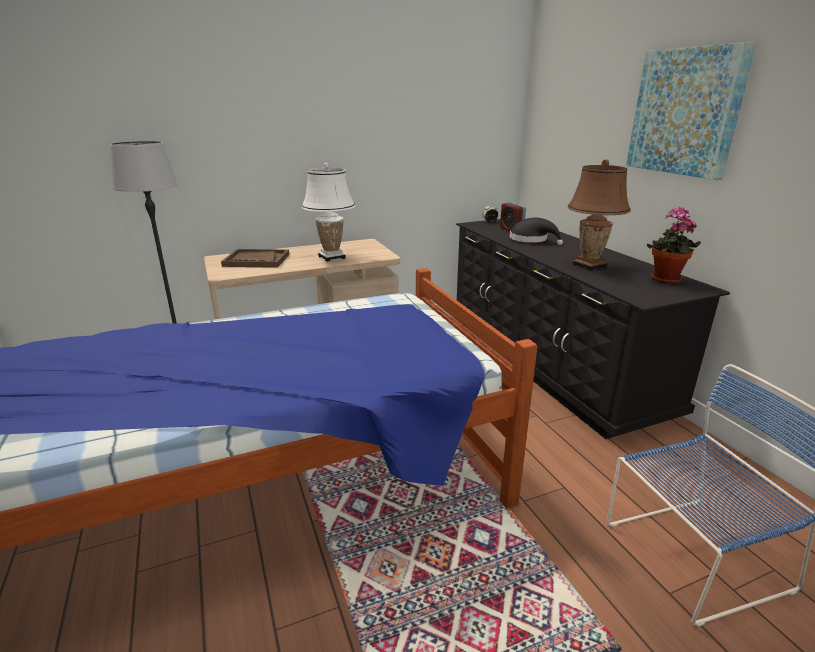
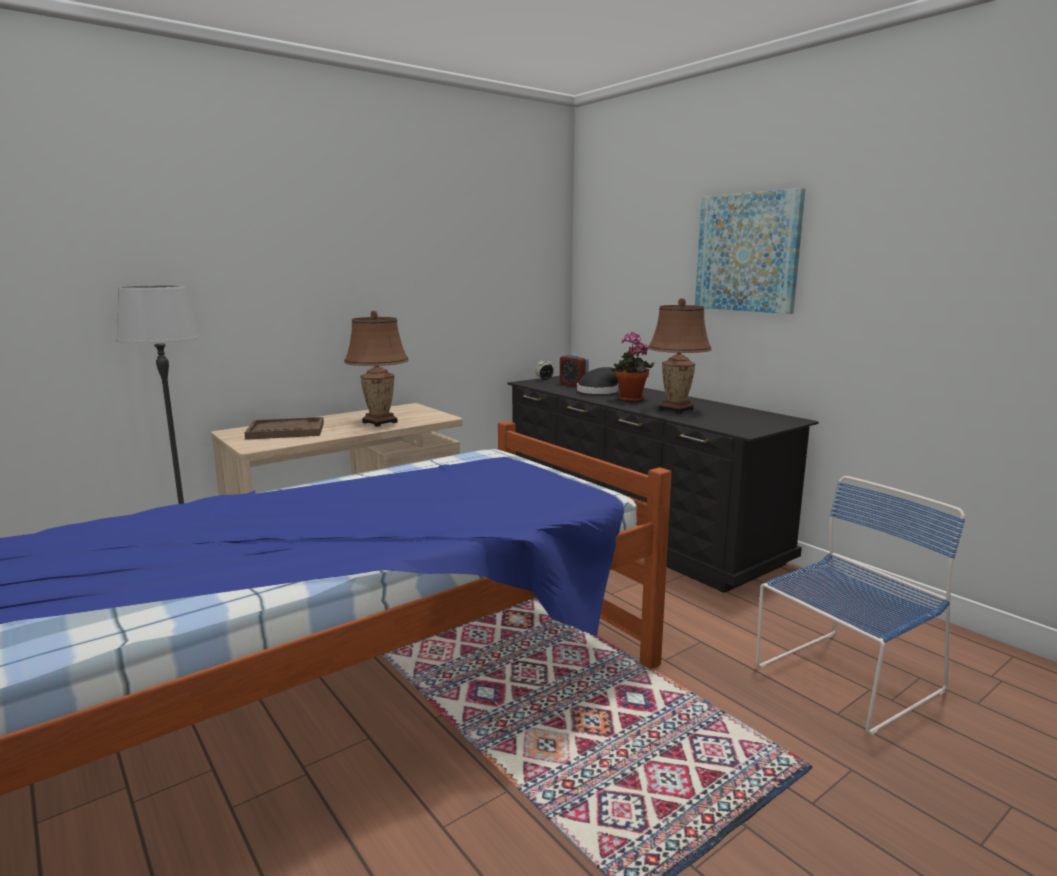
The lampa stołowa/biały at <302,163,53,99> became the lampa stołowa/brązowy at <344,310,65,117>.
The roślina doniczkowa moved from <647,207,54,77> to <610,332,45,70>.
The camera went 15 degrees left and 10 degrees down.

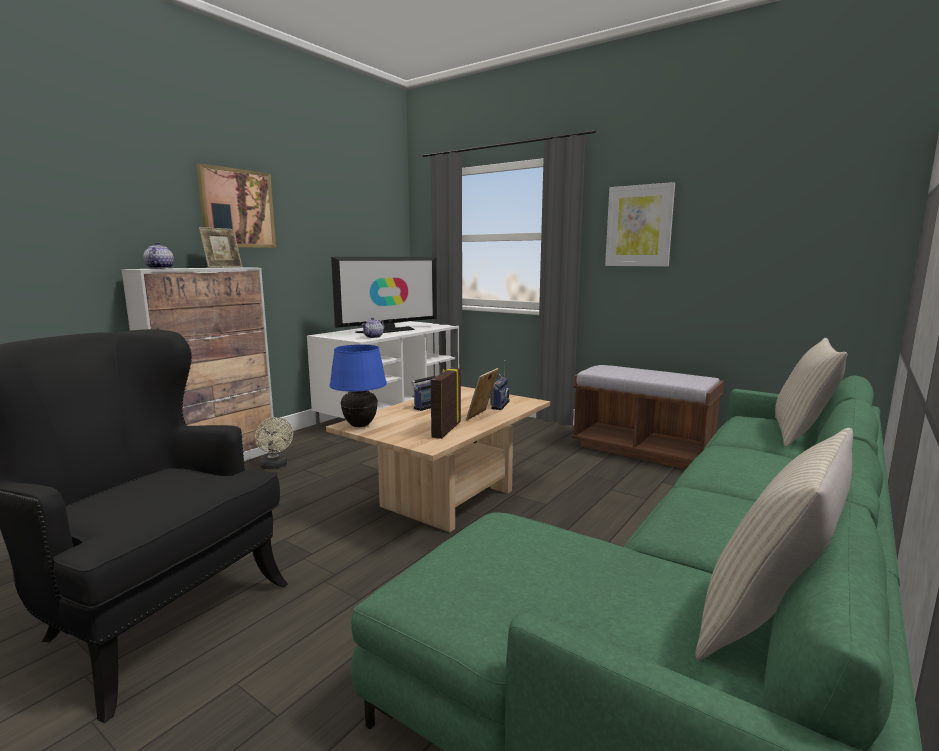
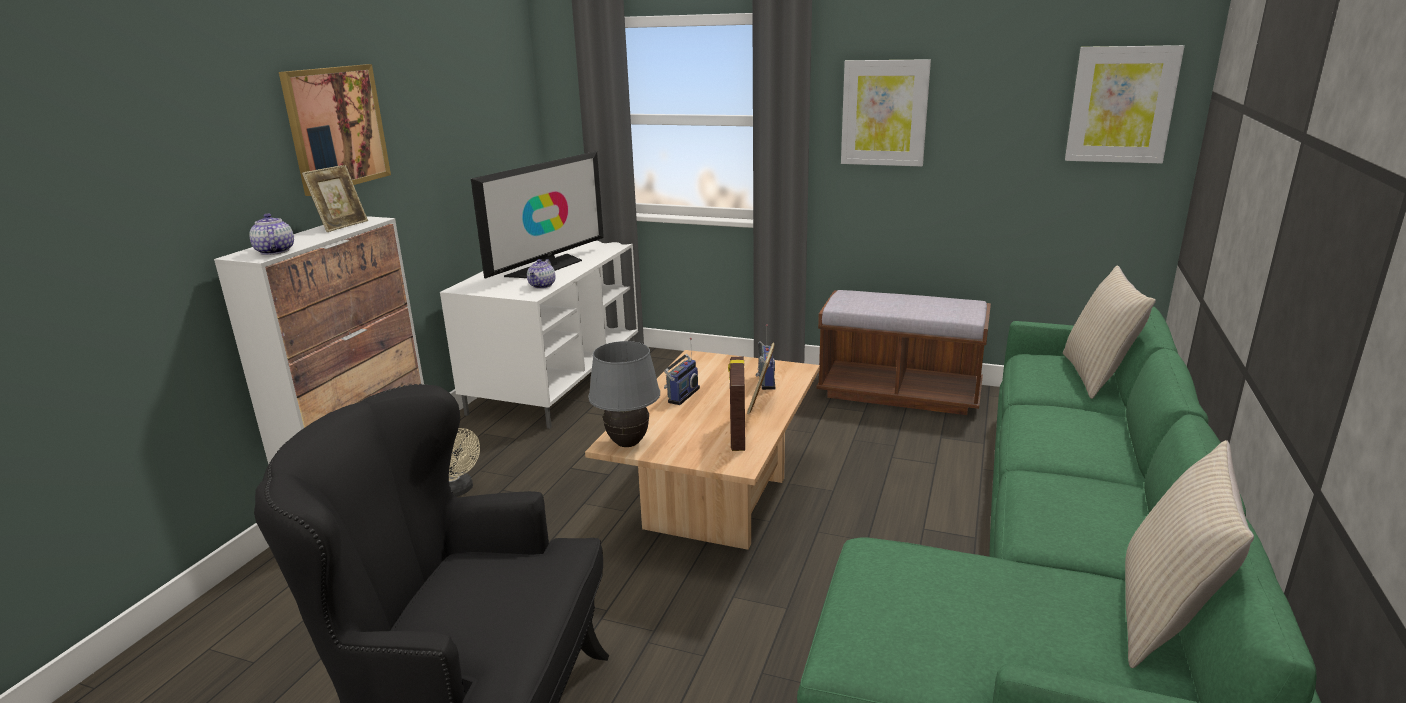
The lampa stołowa/niebieski at <329,345,58,82> became the lampa stołowa/szary at <588,341,72,106>.
The obraz at <1065,45,119,118> appeared.
The camera went 15 degrees left and 10 degrees up.

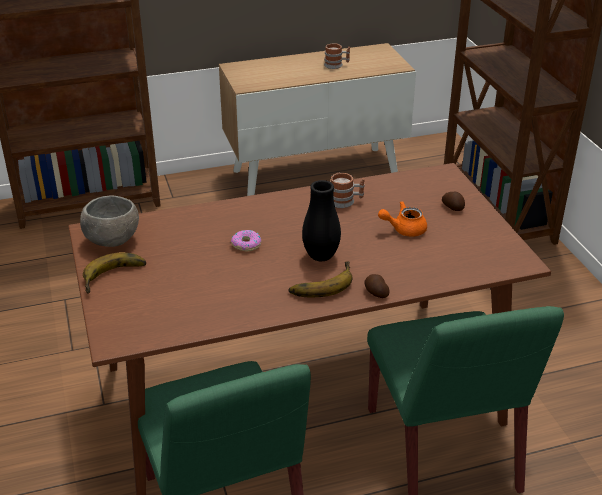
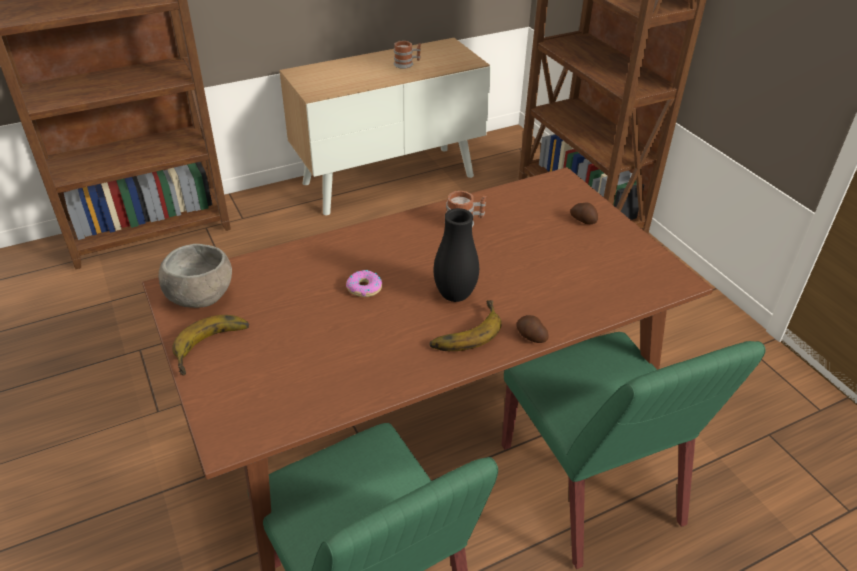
The imbryk/pomarańczowy at <378,201,49,36> disappeared.
The camera went 10 degrees left and 5 degrees up.

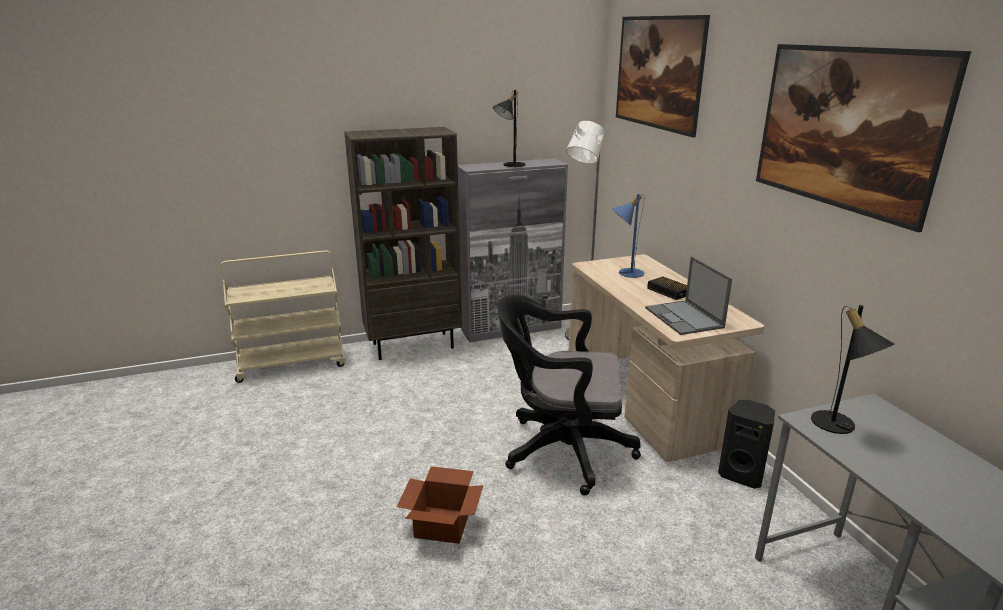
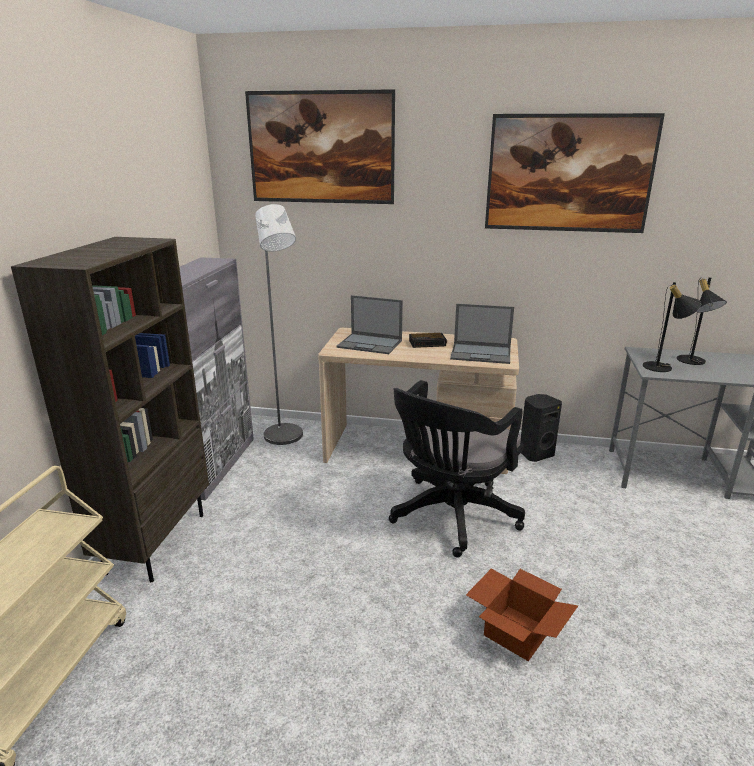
The lampa stołowa/niebieski at <612,194,32,84> was replaced by the laptop at <336,295,67,59>.
The lampa stołowa/czarny moved from <493,90,33,77> to <677,277,50,88>.
The camera went 60 degrees left and 0 degrees up.

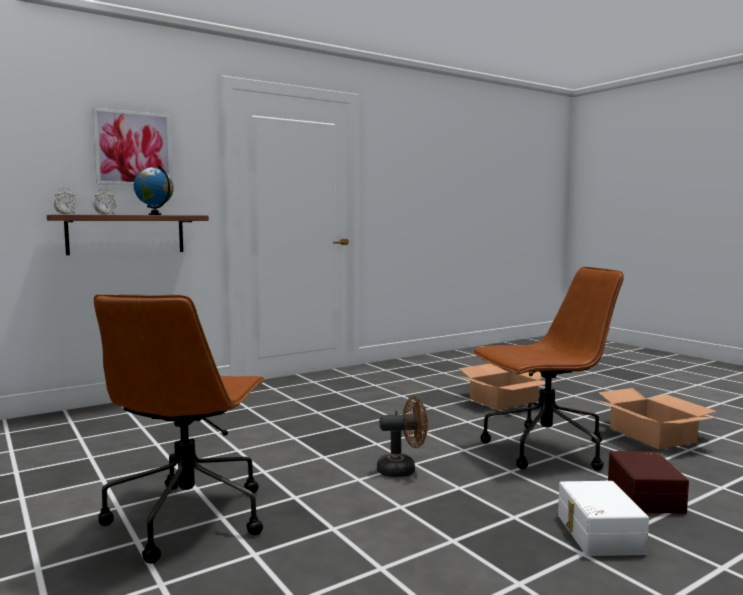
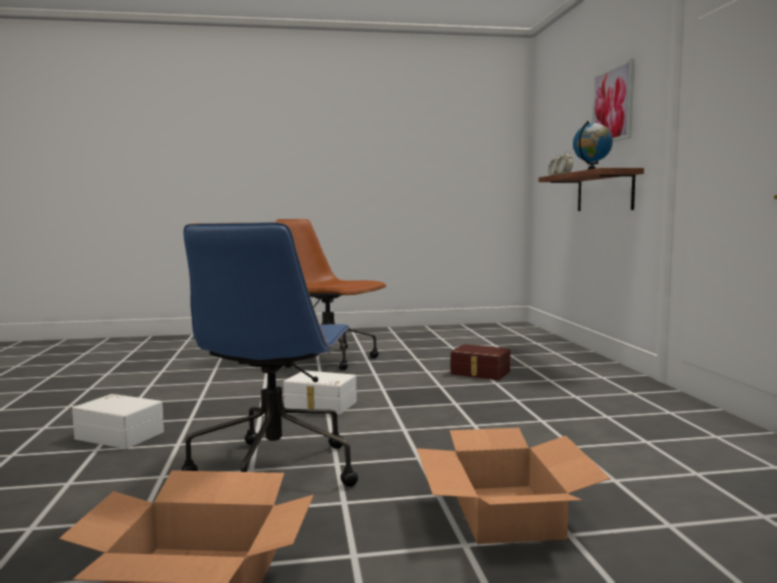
The krzesło biurowe/brązowy at <472,267,152,204> became the krzesło biurowe/niebieski at <182,222,176,265>.
The wentylator/brązowy at <377,396,51,81> was replaced by the pojemnik do przechowywania/biały at <284,370,73,45>.
The pojemnik do przechowywania/brązowy moved from <608,451,81,63> to <451,344,59,36>.
The camera went 115 degrees right and 0 degrees up.

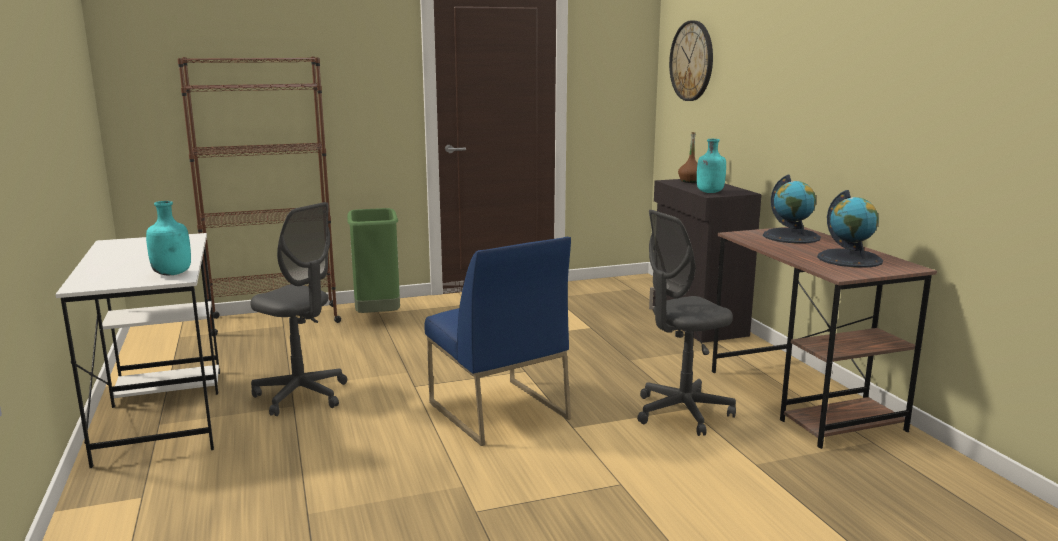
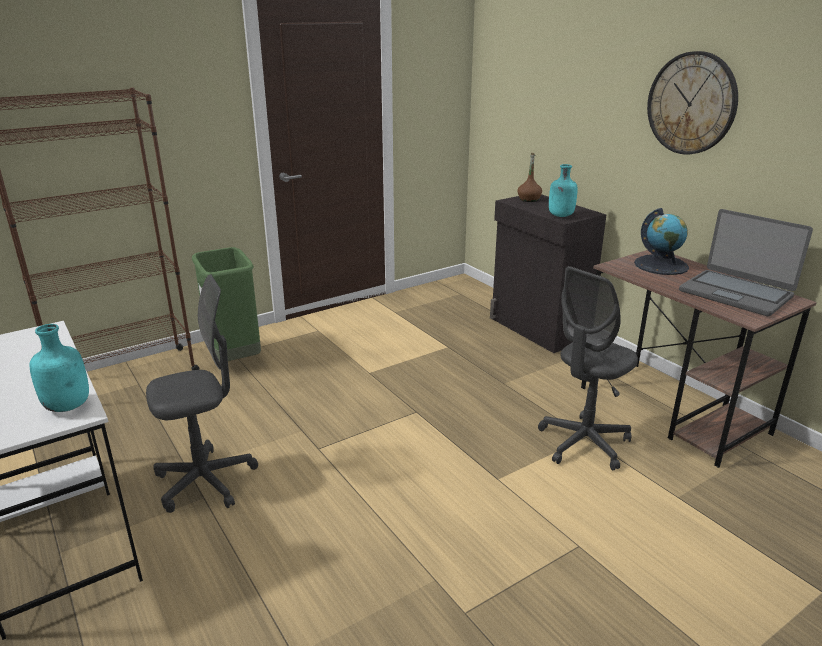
The krzesło biurowe/szary at <251,202,96,214> turned 45 degrees counterclockwise.
The zegar ścienny moved from <669,21,44,80> to <647,51,91,104>.
The globus at <817,190,66,78> was replaced by the laptop at <679,209,134,107>.
The krzesło/niebieski at <424,237,147,209> disappeared.
The camera went 15 degrees left and 10 degrees up.

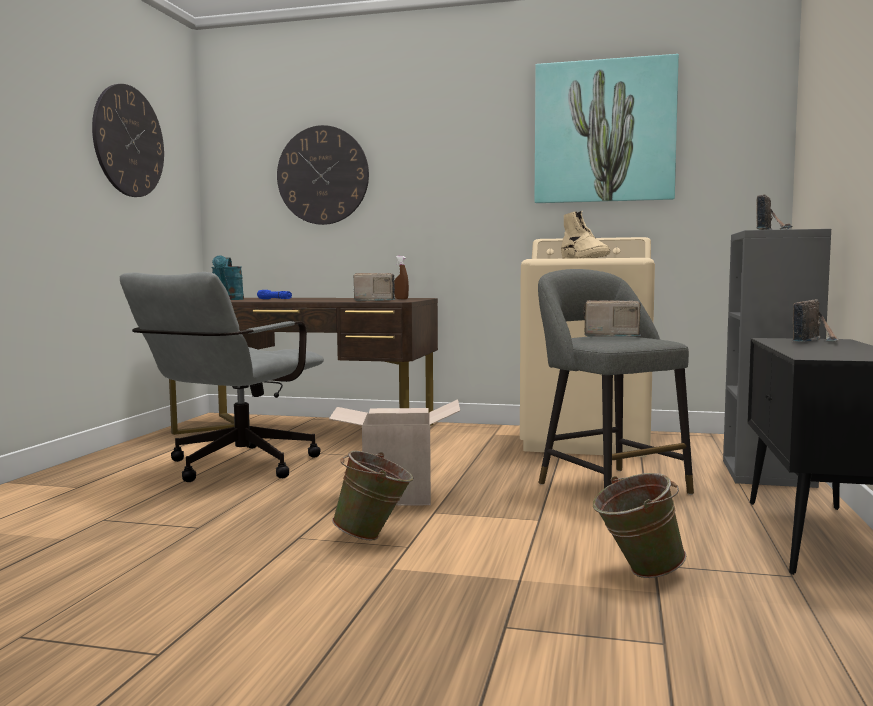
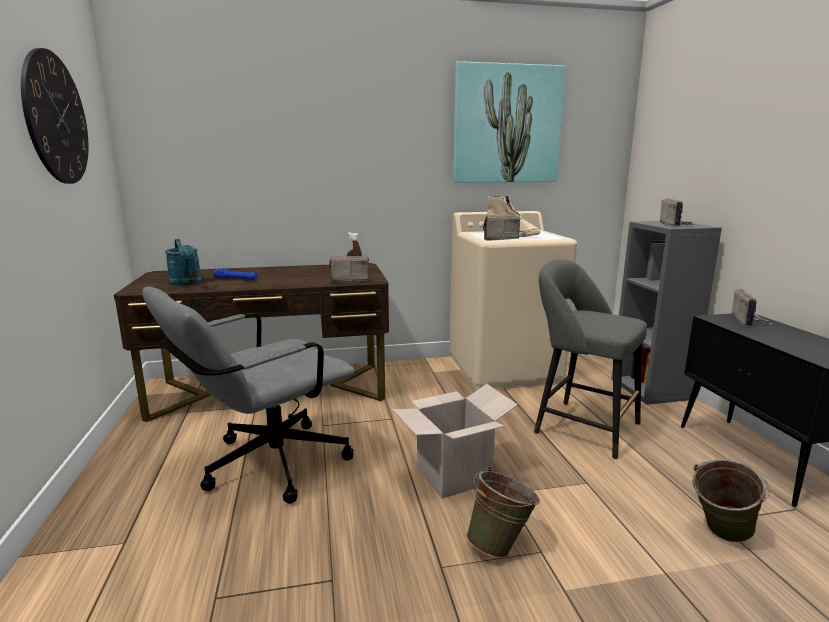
The krzesło biurowe/szary at <120,272,204,210> turned 45 degrees clockwise.
The radio moved from <583,300,58,37> to <483,215,37,26>.
The zegar ścienny at <277,125,92,100> disappeared.
The camera went 25 degrees left and 10 degrees up.

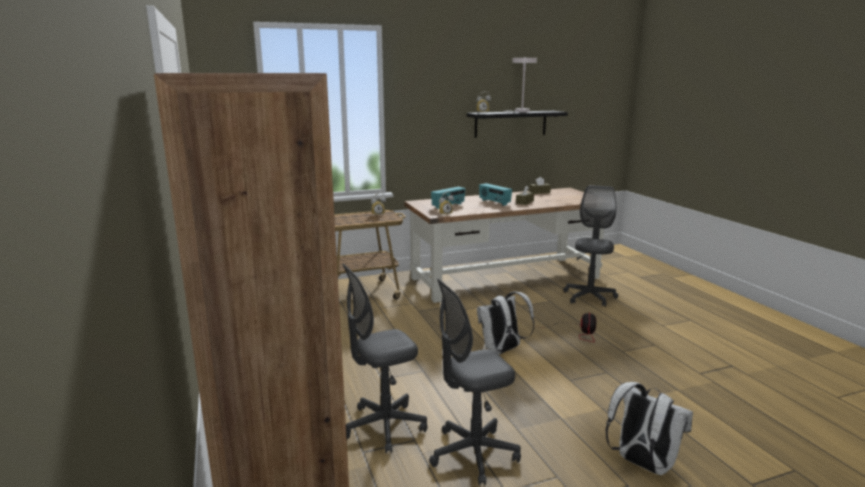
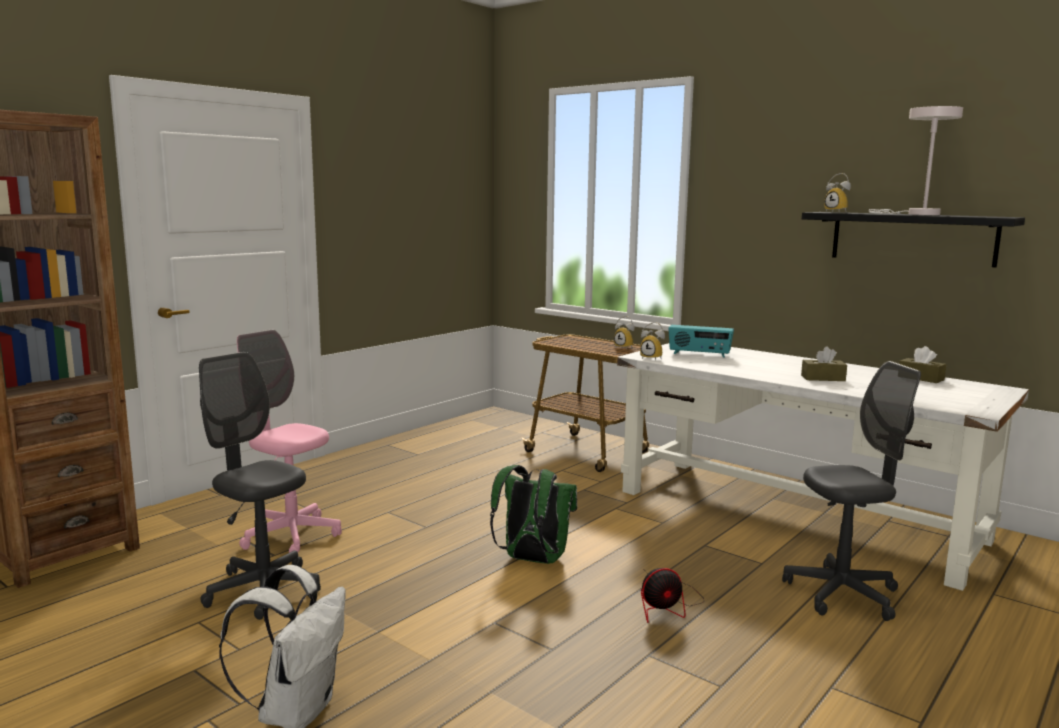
The krzesło biurowe/szary at <342,263,85,190> became the krzesło biurowe/różowy at <237,330,105,223>.
The plecak/biały at <477,291,58,63> became the plecak/zielony at <490,465,87,99>.
The biurko/brązowy at <404,188,200,115> became the biurko/biały at <617,343,412,248>.
The radio at <479,183,33,23> disappeared.
The camera went 60 degrees right and 5 degrees down.

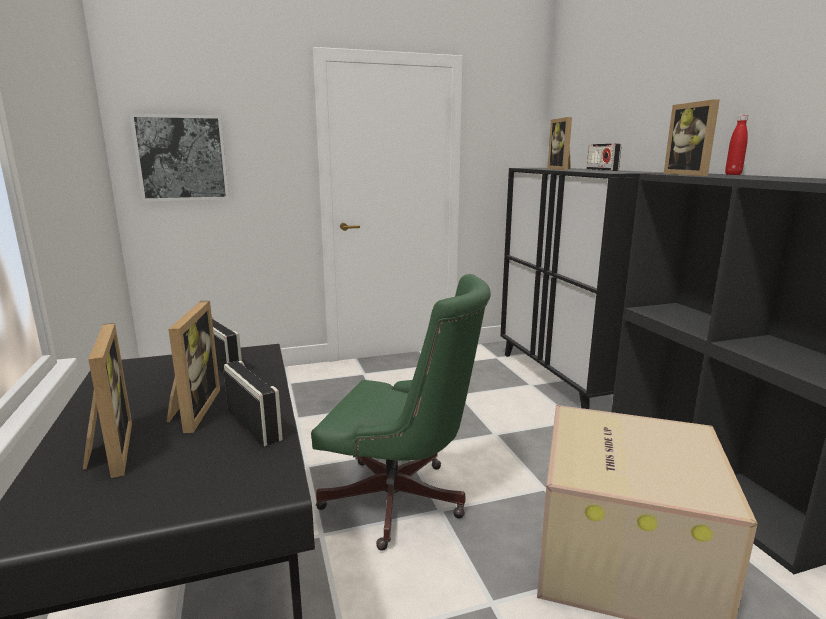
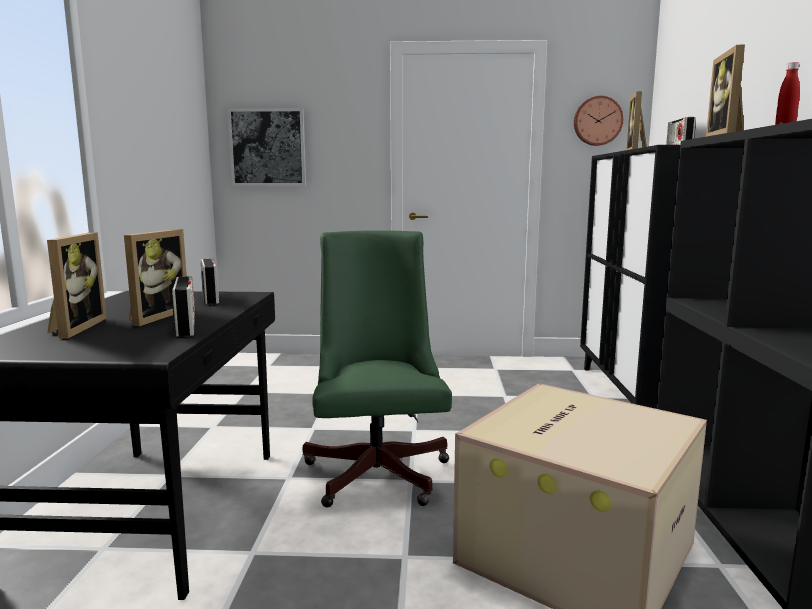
The krzesło biurowe/zielony at <311,274,180,277> turned 135 degrees counterclockwise.
The zegar ścienny at <574,96,50,50> appeared.
The camera went 20 degrees right and 5 degrees down.

